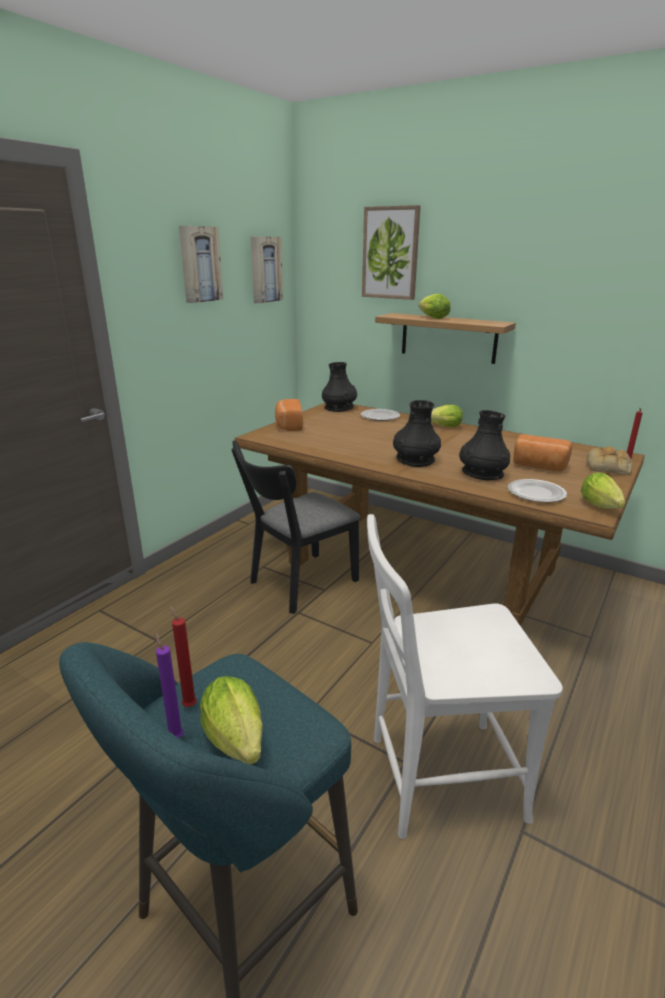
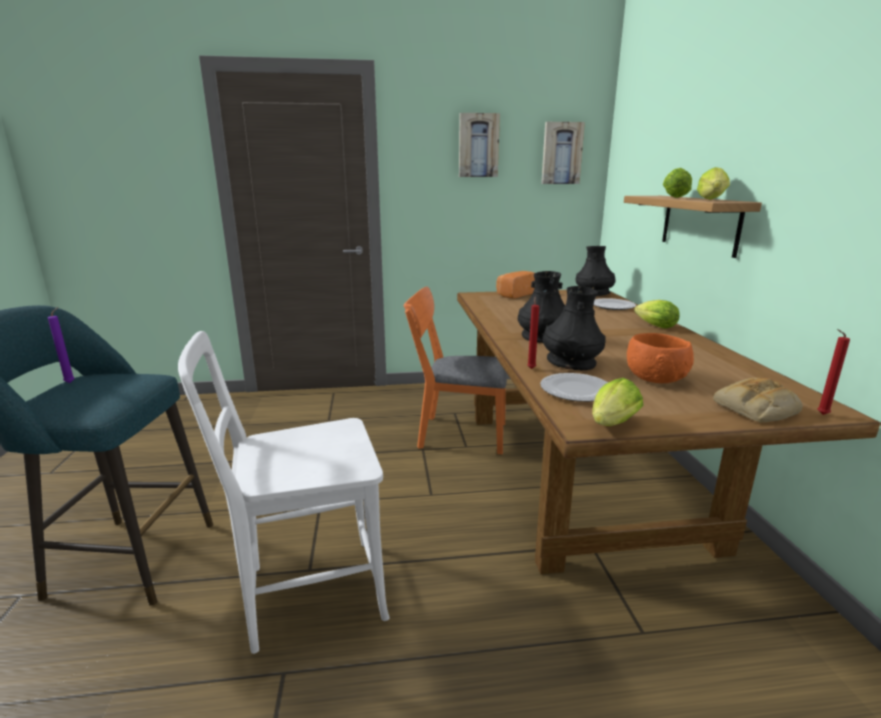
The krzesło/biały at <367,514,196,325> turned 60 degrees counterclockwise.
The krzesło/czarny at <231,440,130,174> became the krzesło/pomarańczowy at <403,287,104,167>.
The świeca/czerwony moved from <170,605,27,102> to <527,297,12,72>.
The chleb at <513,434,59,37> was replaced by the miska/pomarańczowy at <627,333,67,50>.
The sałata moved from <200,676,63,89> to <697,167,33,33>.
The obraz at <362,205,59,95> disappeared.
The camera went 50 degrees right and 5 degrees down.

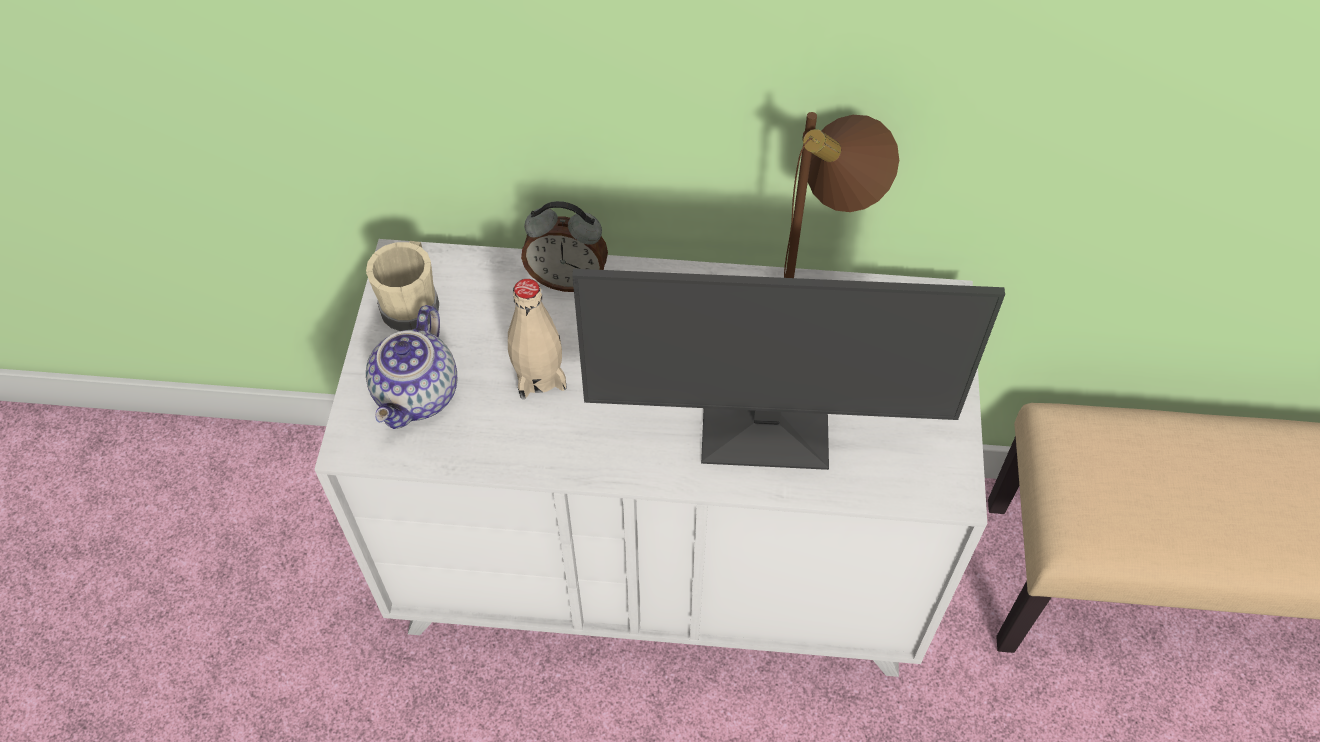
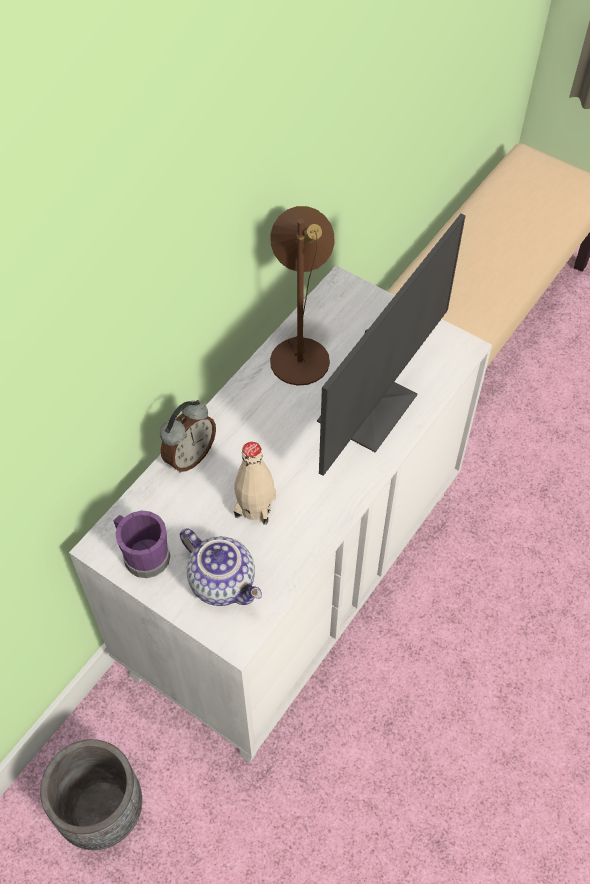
The donica/szary at <40,739,102,111> appeared.
The kubek/beżowy at <366,241,73,90> became the kubek/fioletowy at <113,510,57,68>.
The camera went 60 degrees left and 0 degrees up.

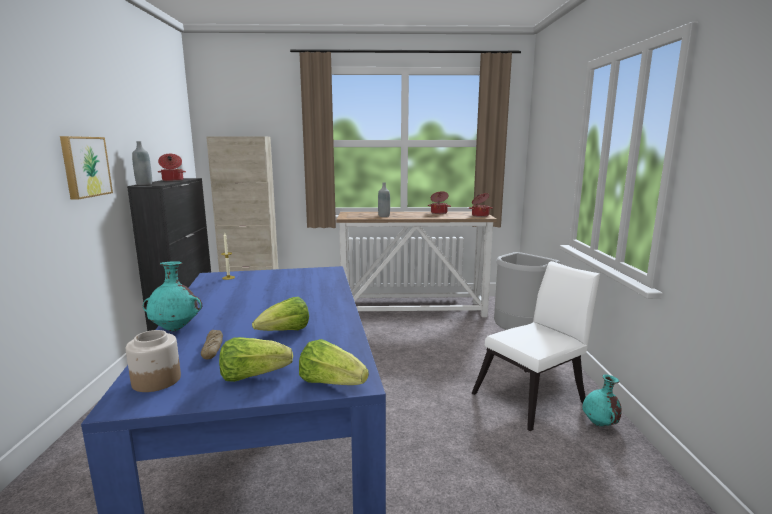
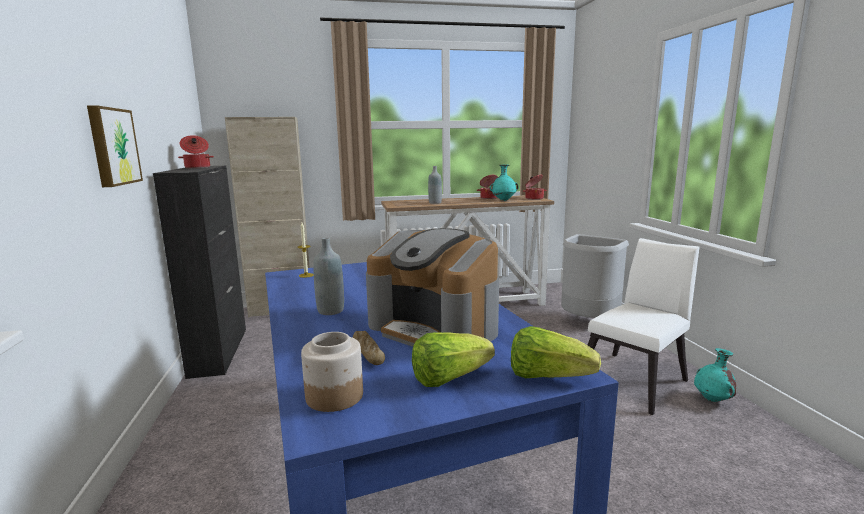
The butelka/szary moved from <132,141,20,44> to <313,238,31,77>.
The sałata at <252,297,57,34> was replaced by the ekspres do kawy at <366,228,133,119>.
The wazon/turkusowy moved from <143,261,59,71> to <490,164,28,37>.
The camera went 10 degrees left and 0 degrees up.

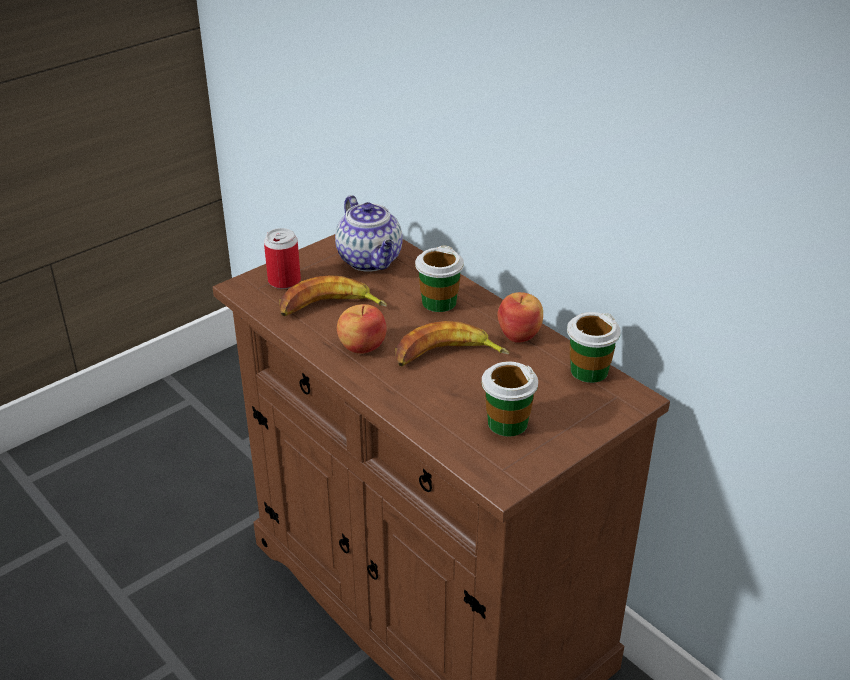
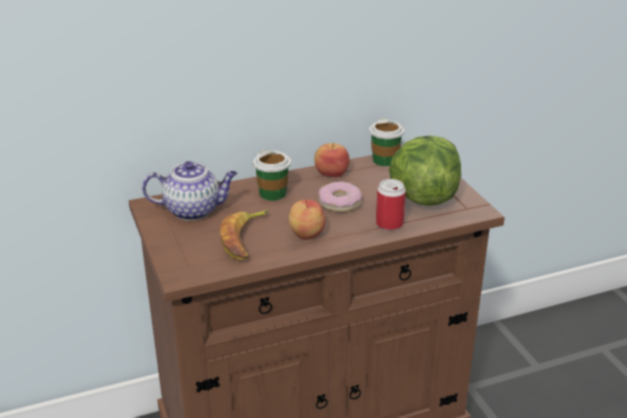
The banan at <395,321,115,45> was replaced by the donut at <318,182,44,30>.
The puszka moved from <264,228,37,61> to <376,179,30,51>.
The filiżanka at <482,361,56,75> was replaced by the sałata at <389,135,72,71>.
The camera went 70 degrees left and 5 degrees down.

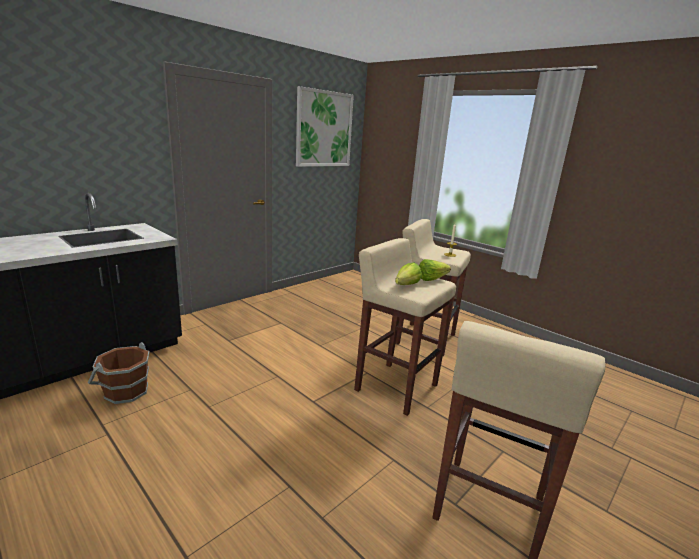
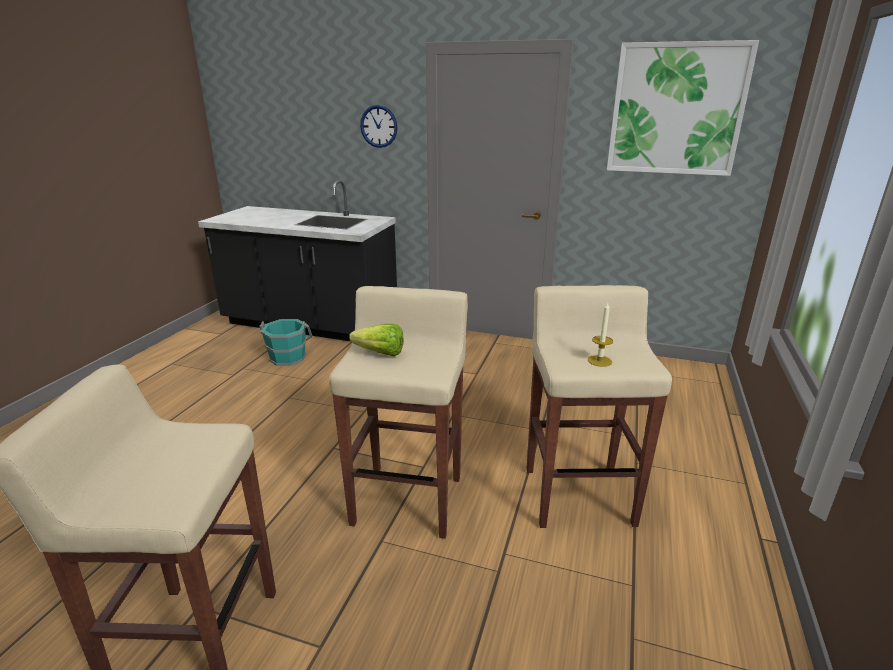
The wiadro/brązowy at <88,342,62,62> became the wiadro/turkusowy at <259,319,53,47>.
The zegar ścienny at <360,105,38,43> appeared.
The sałata at <419,259,32,22> disappeared.
The camera went 65 degrees right and 5 degrees up.

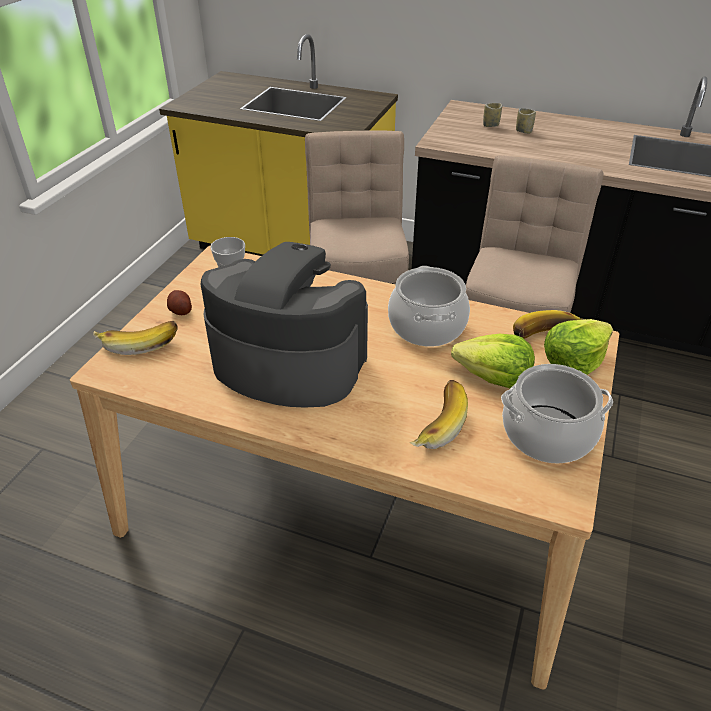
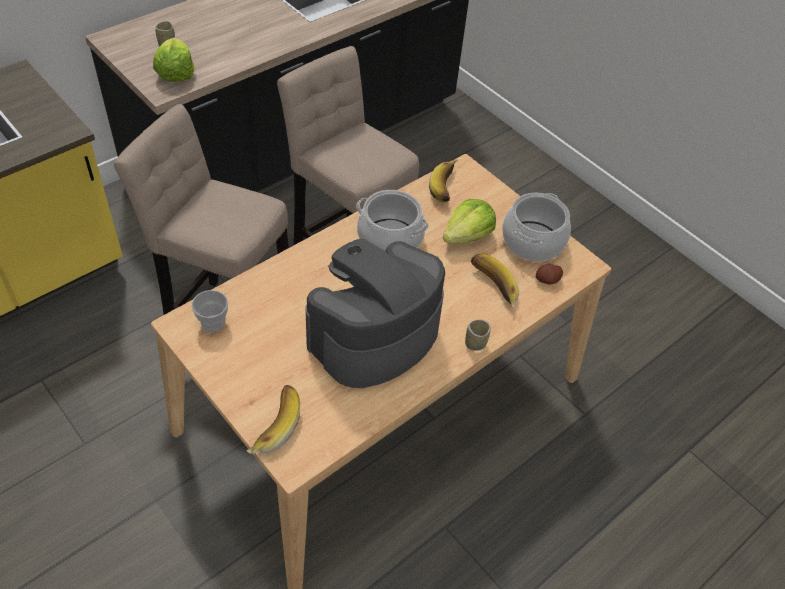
The sałata moved from <544,319,69,56> to <153,37,41,45>.
The filiżanka moved from <516,108,20,26> to <465,320,26,31>.
The ziemniak moved from <167,290,25,25> to <536,264,27,20>.
The camera went 65 degrees left and 10 degrees up.

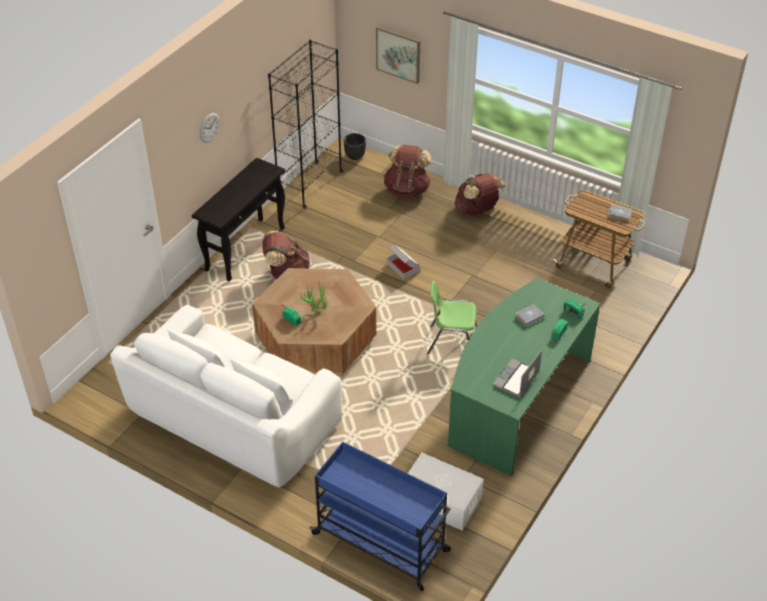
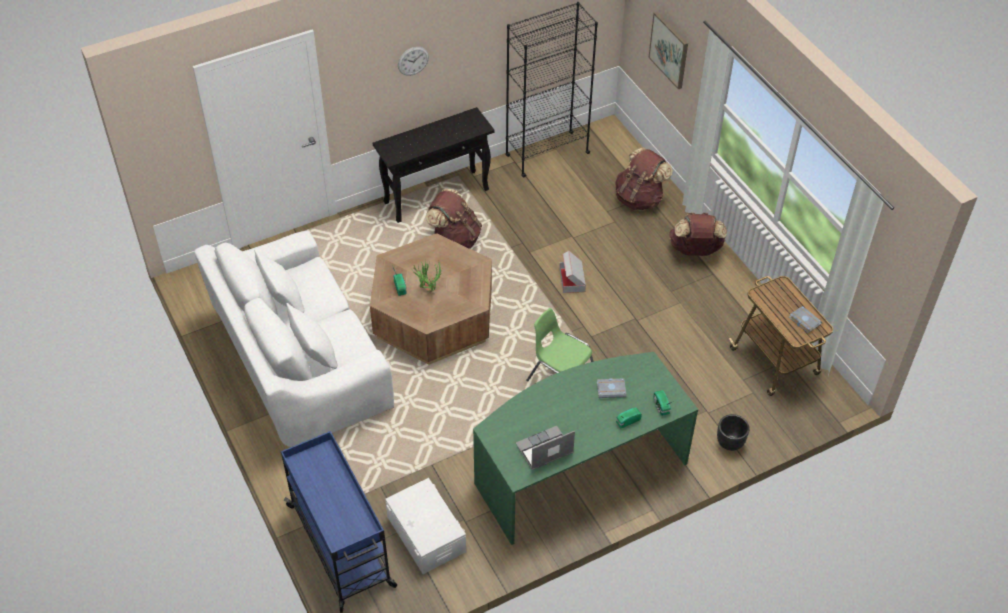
The donica/czarny moved from <344,133,22,27> to <717,414,33,37>.
The camera went 30 degrees right and 5 degrees up.

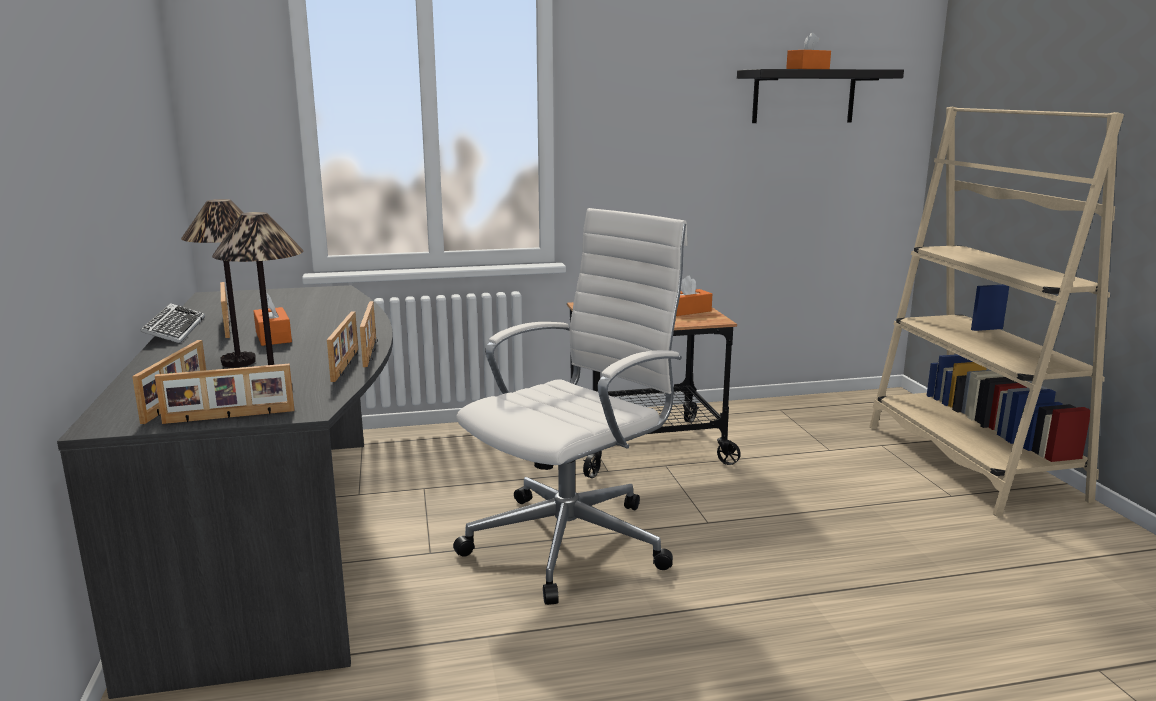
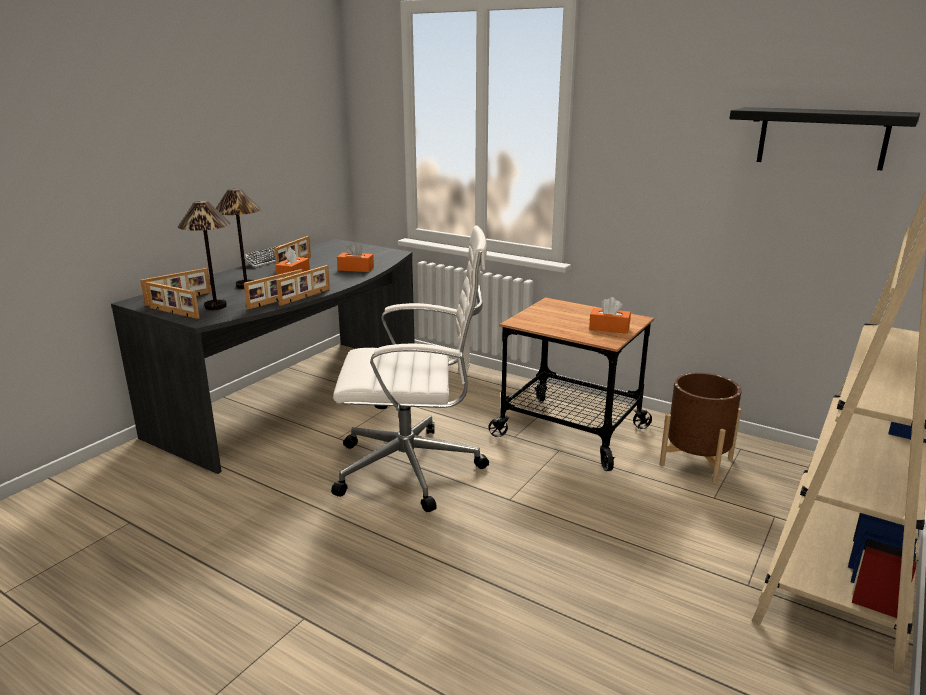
The pudełko chusteczek/pomarańczowy moved from <786,32,45,37> to <337,242,37,30>.
The donica/brązowy at <659,373,83,110> appeared.
The camera went 45 degrees right and 5 degrees up.

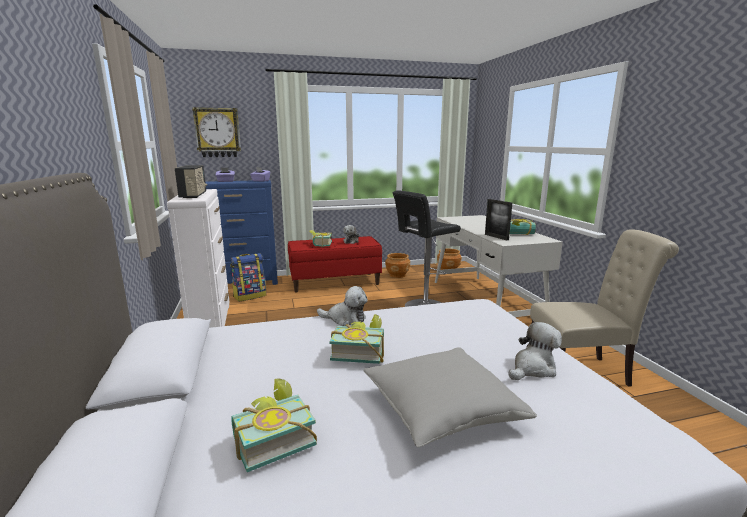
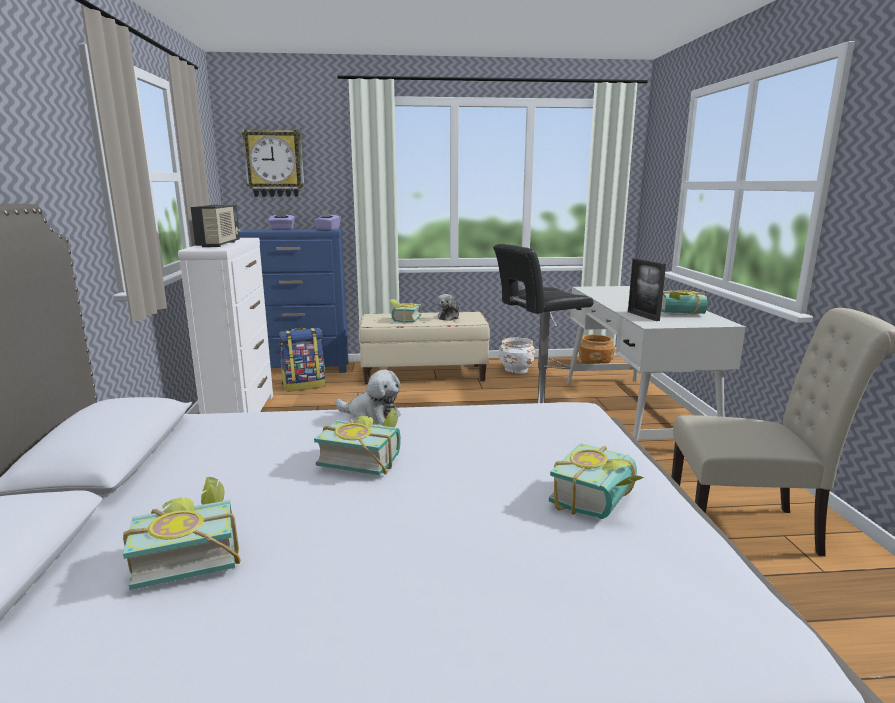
The ławka/czerwony at <288,236,94,56> became the ławka/beżowy at <359,312,131,73>.
The donica/brązowy at <385,253,25,25> became the donica/biały at <499,337,36,37>.
The pluszak at <508,322,54,58> was replaced by the książka at <549,443,95,76>.
The poduszka/szary at <364,347,173,100> disappeared.
The camera went 10 degrees right and 0 degrees up.

